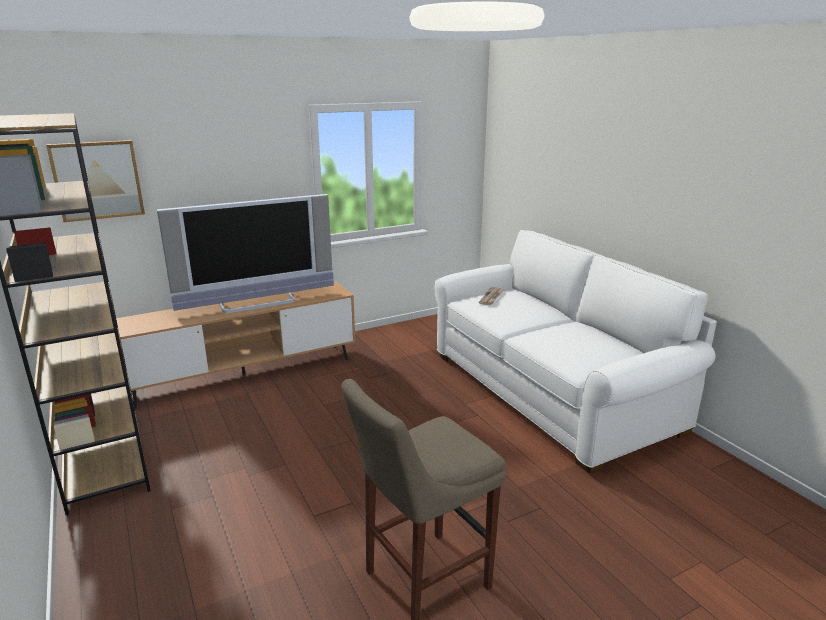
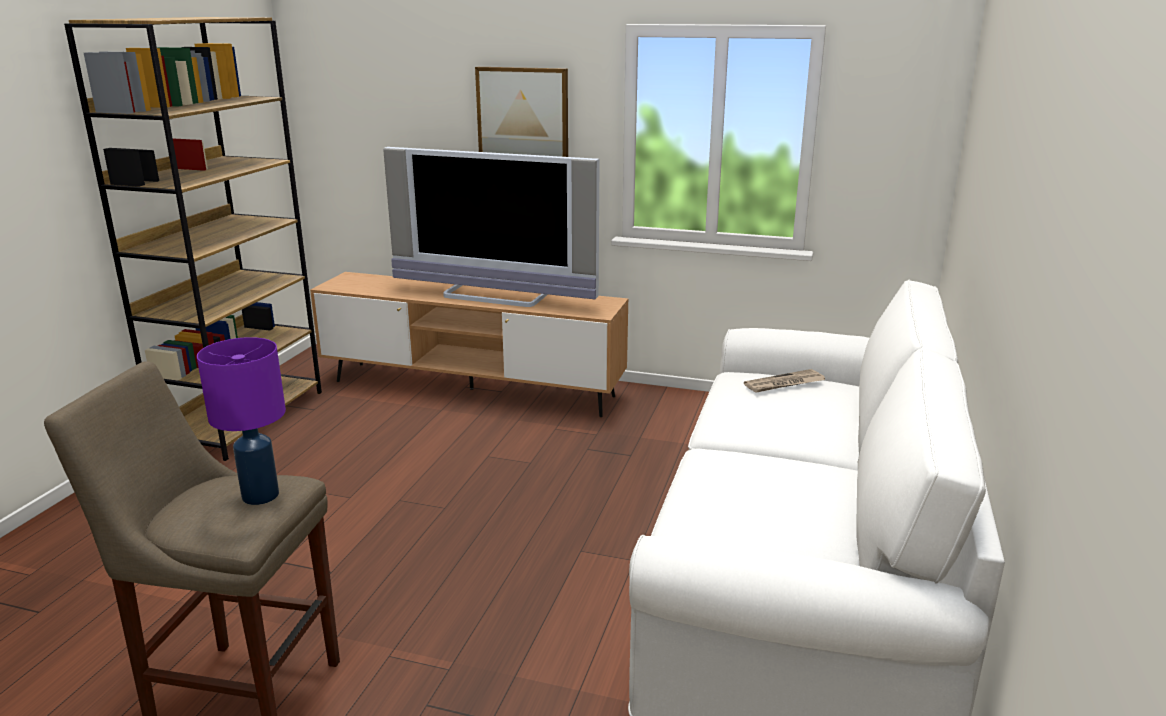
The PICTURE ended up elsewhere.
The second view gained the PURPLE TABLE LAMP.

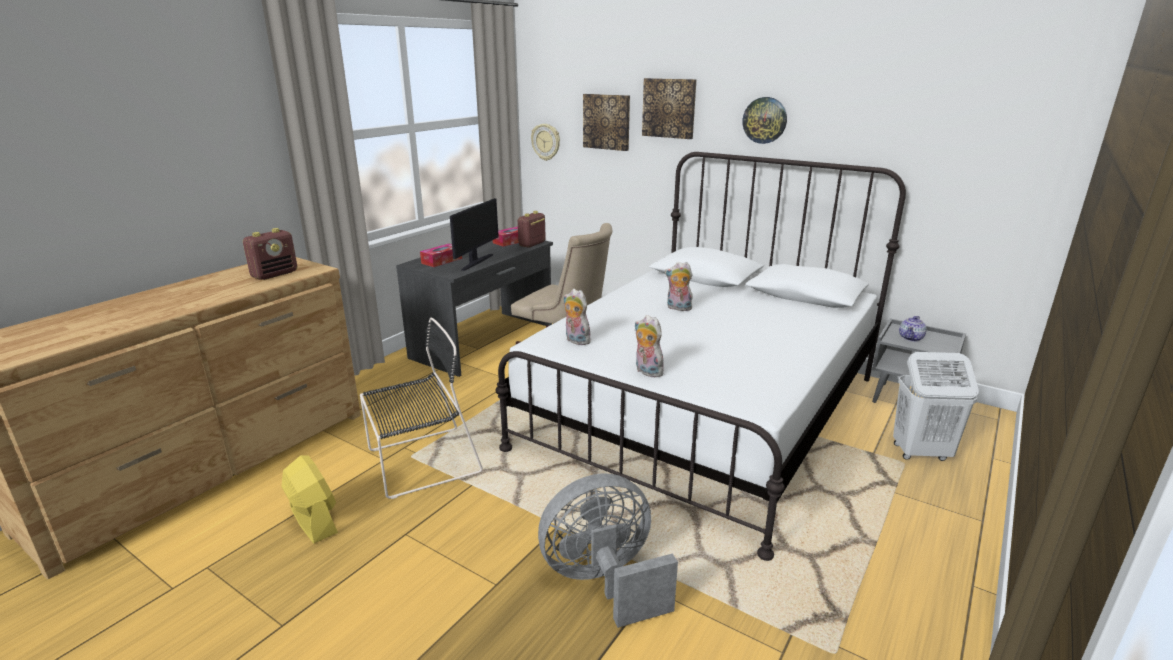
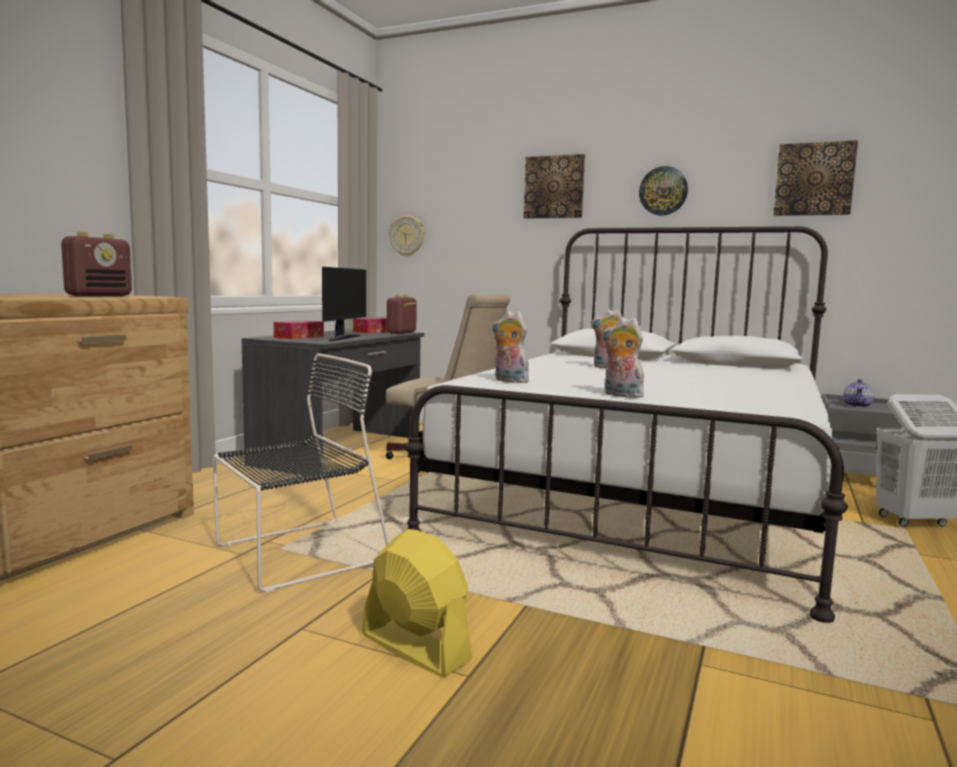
The PICTURE (no. 1 from left in the first image) ended up elsewhere.
The YELLOW FAN ended up elsewhere.
The second view lost the GREY FAN.

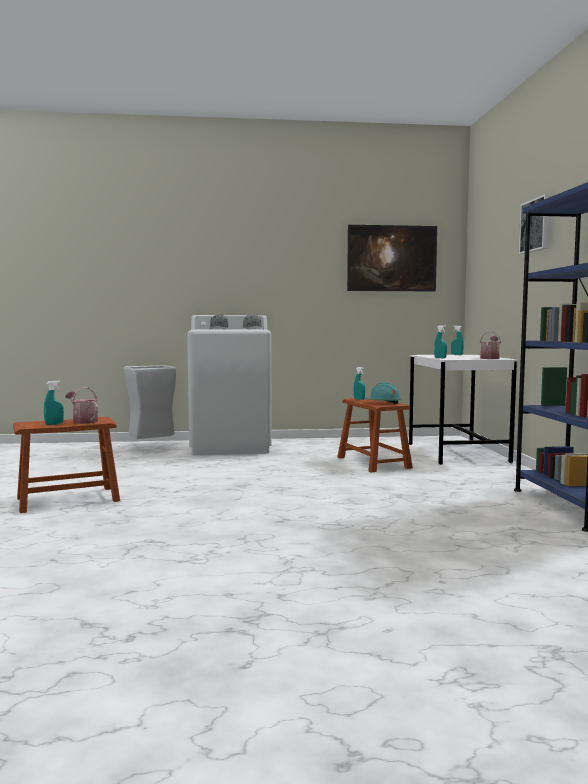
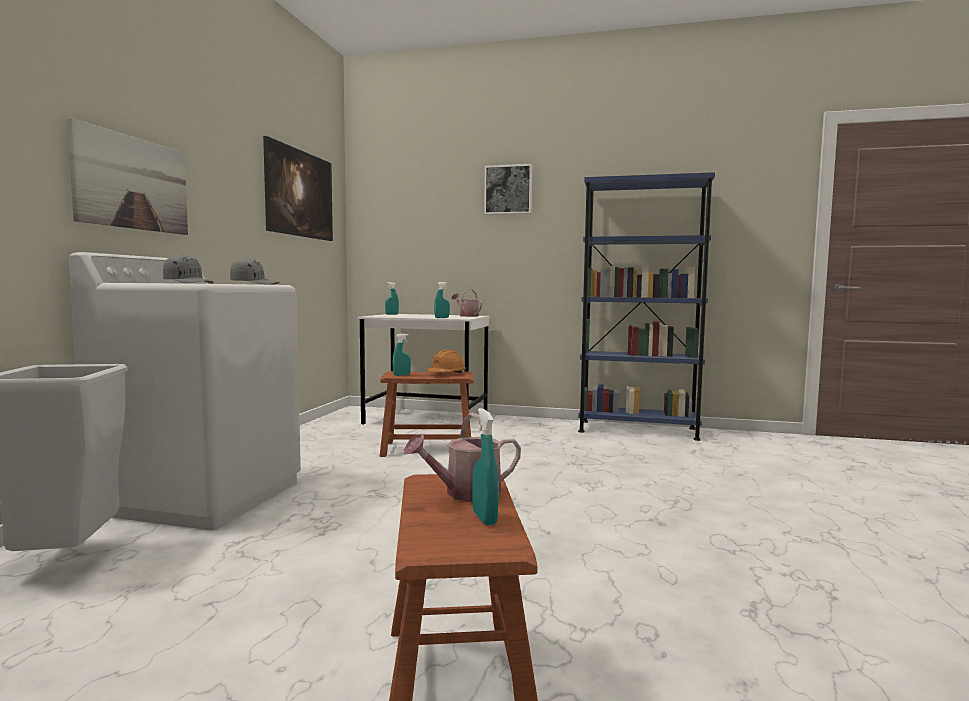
What was the TURQUOISE HARD HAT turned into the ORANGE HARD HAT.
The second view gained the PICTURE (no. 1 from left).

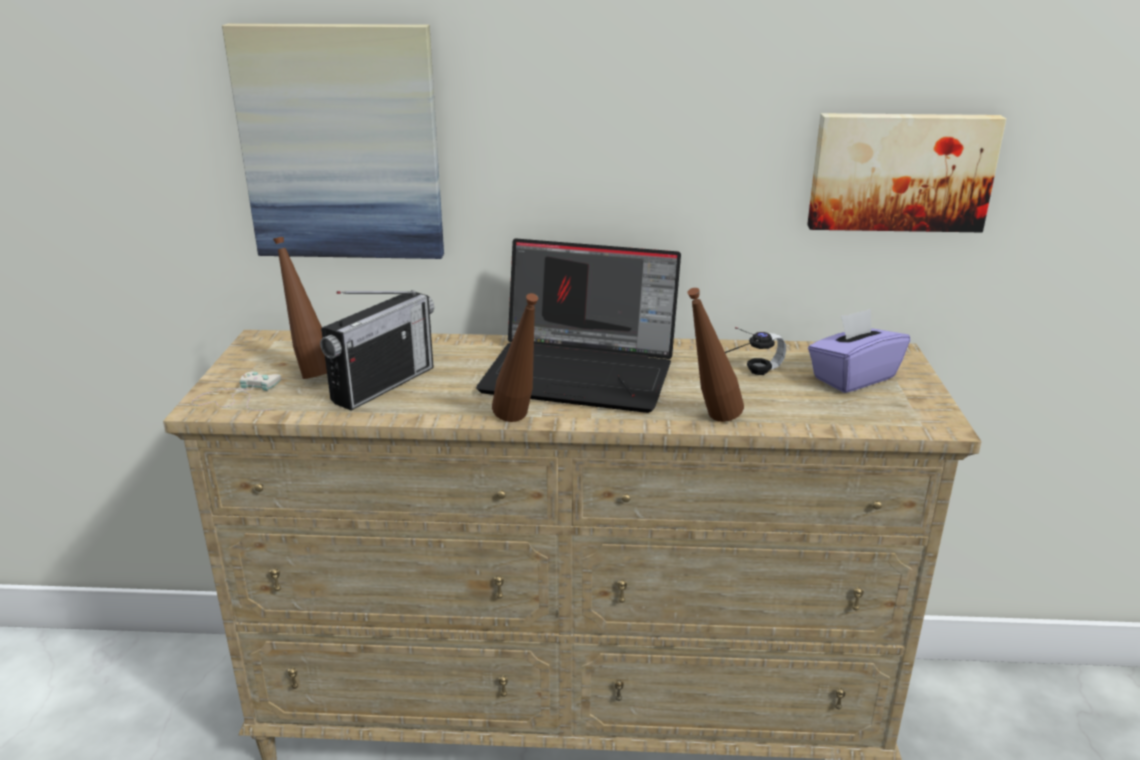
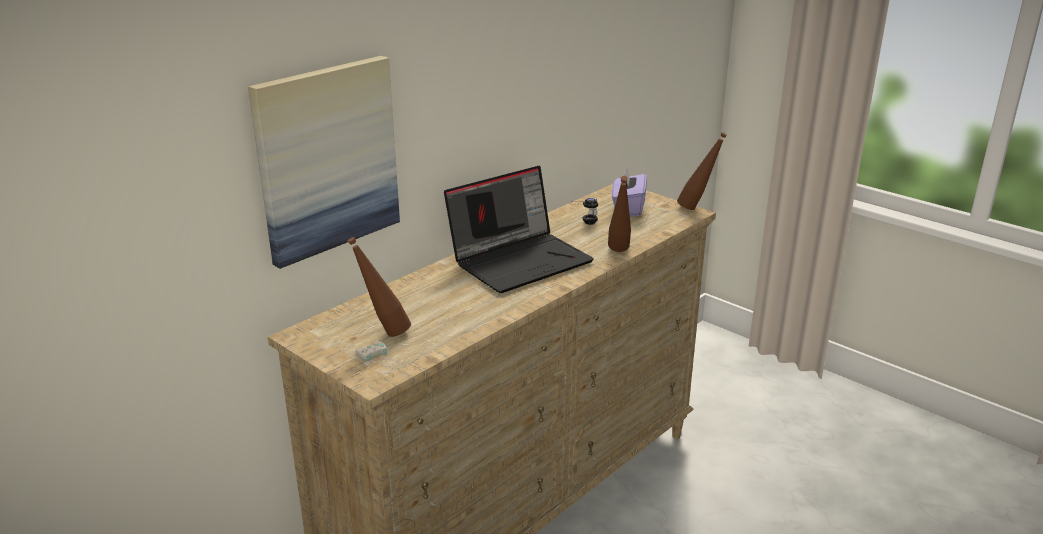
The second view lost the PICTURE (no. 2 from left).
The second view lost the RADIO.
The BROWN BOTTLE (no. 2 from left in the first image) ended up elsewhere.

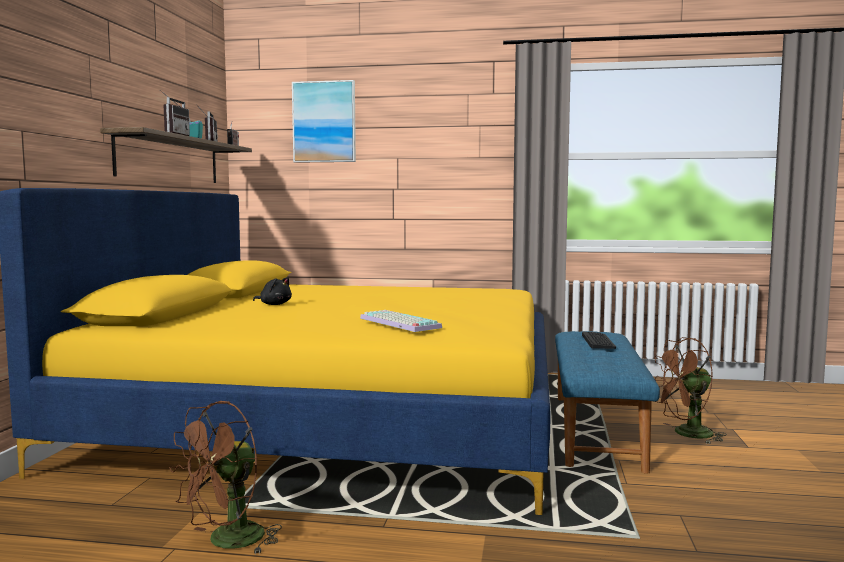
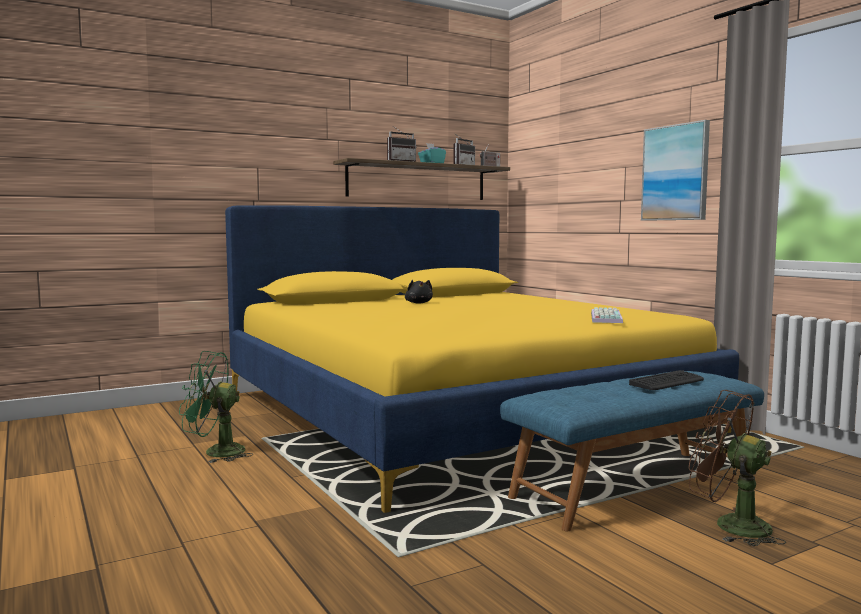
The PICTURE ended up elsewhere.
The KEYBOARD (no. 1 from left) ended up elsewhere.
What was the BROWN FAN (no. 1 from left) turned into the GREEN FAN.

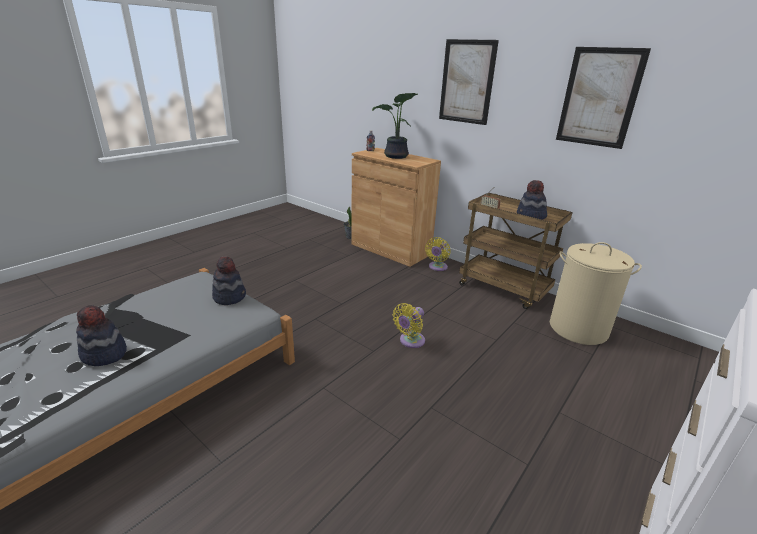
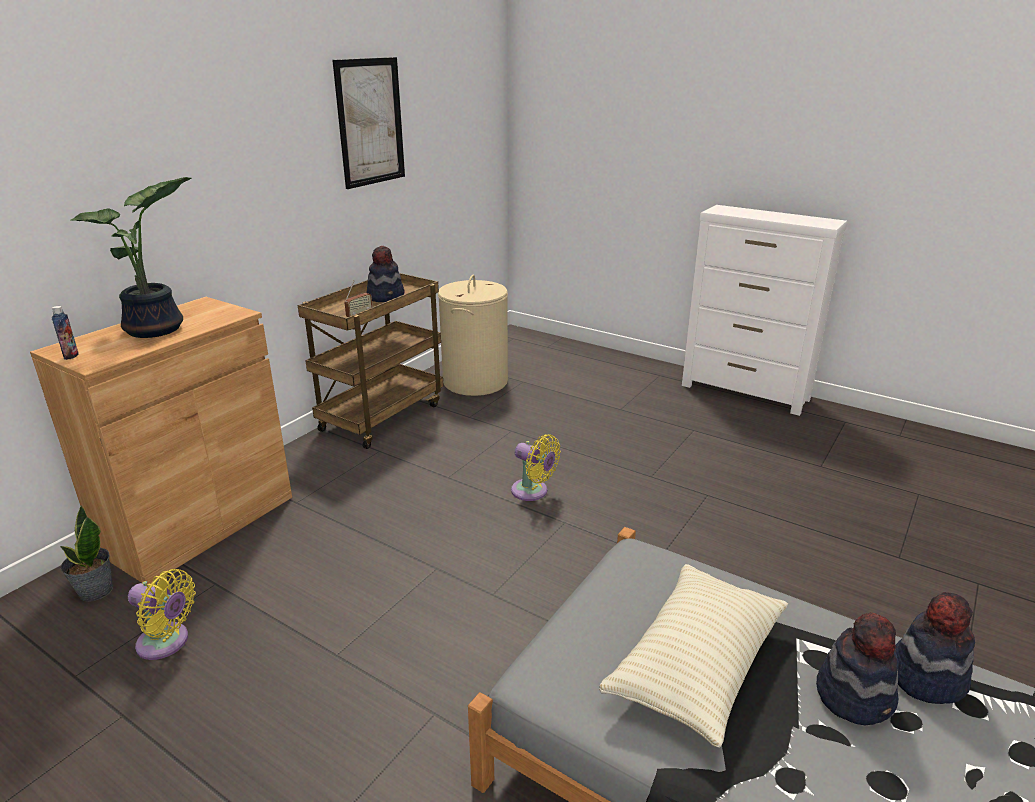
The second view lost the PICTURE (no. 1 from left).
The YELLOW FAN (no. 2 from left in the first image) ended up elsewhere.
The HAT (no. 2 from left in the first image) ended up elsewhere.
The second view gained the BEIGE PILLOW.

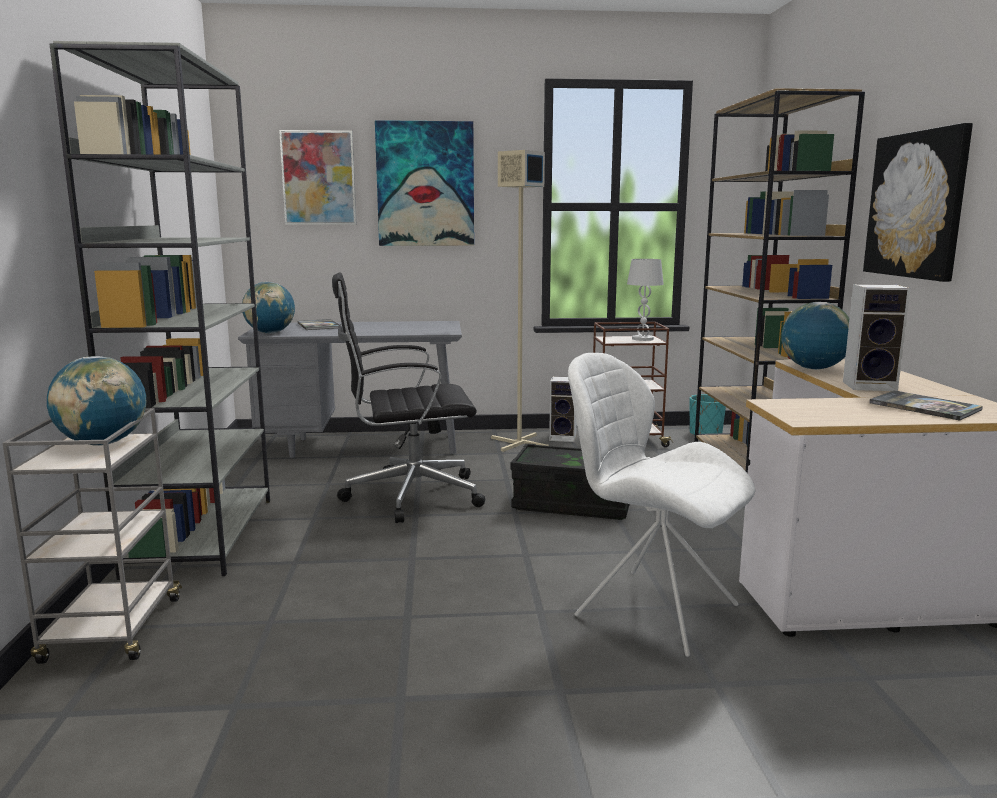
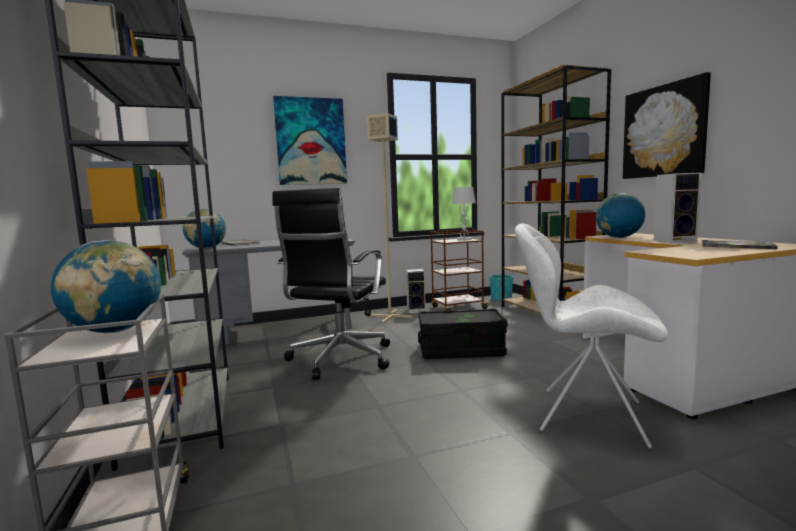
The second view lost the PICTURE (no. 1 from left).
The BLACK OFFICE CHAIR ended up facing another way, 45 degrees counterclockwise from before.

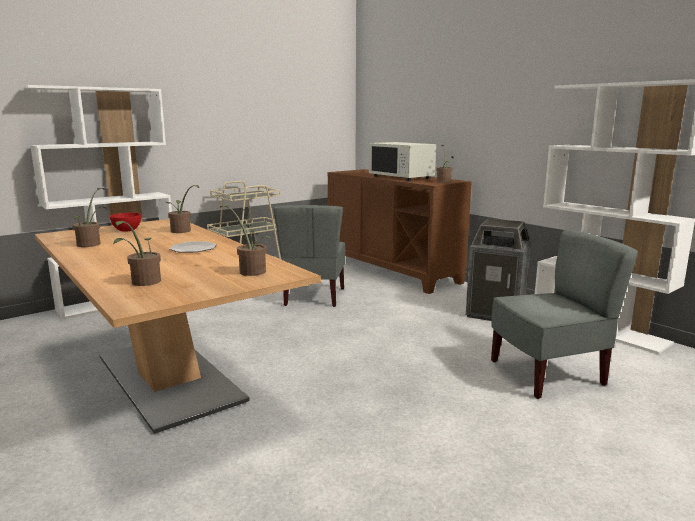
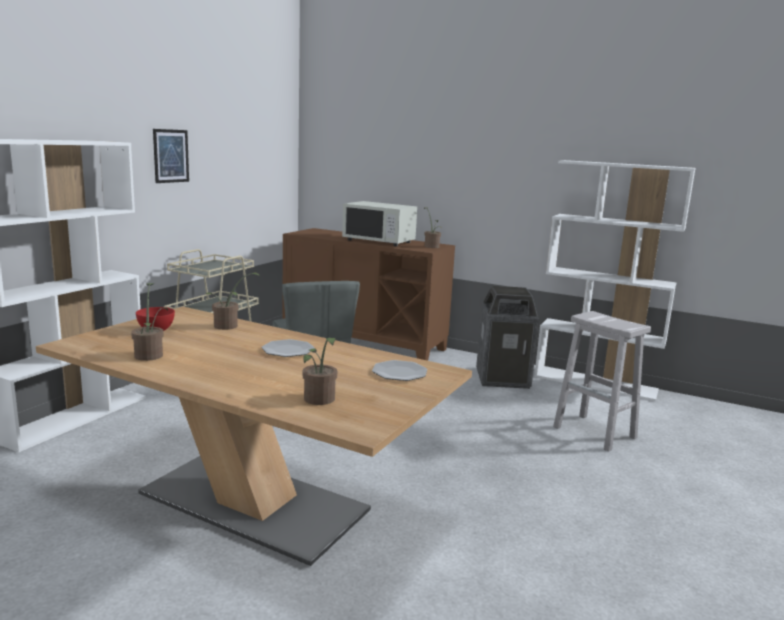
Where the POTTED PLANT (no. 4 from left) stood, the PLATE (no. 2 from left) came to stand.
Where the GREY CHAIR (no. 2 from left) stood, the WHITE STOOL came to stand.
The second view gained the PICTURE.

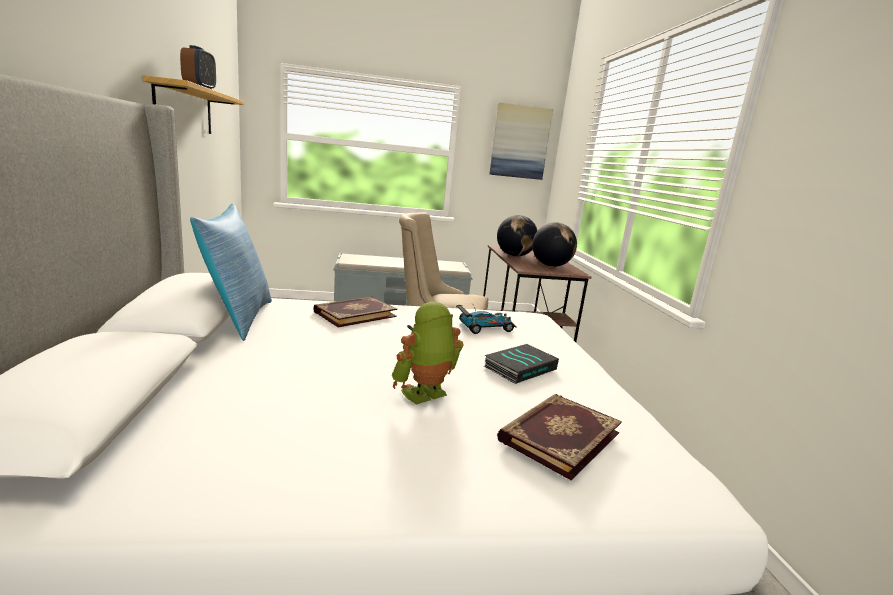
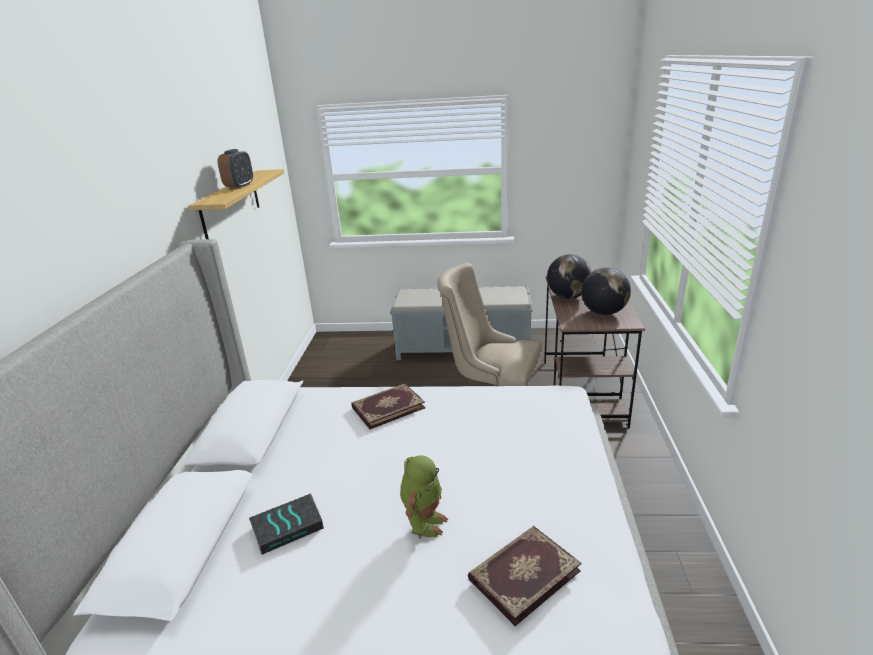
The second view lost the PICTURE.
The second view lost the PILLOW.
The TOY ROBOT ended up facing another way, 135 degrees clockwise from before.
The second view lost the TOY CAR.
The BOOK (no. 2 from left in the first image) ended up elsewhere.

